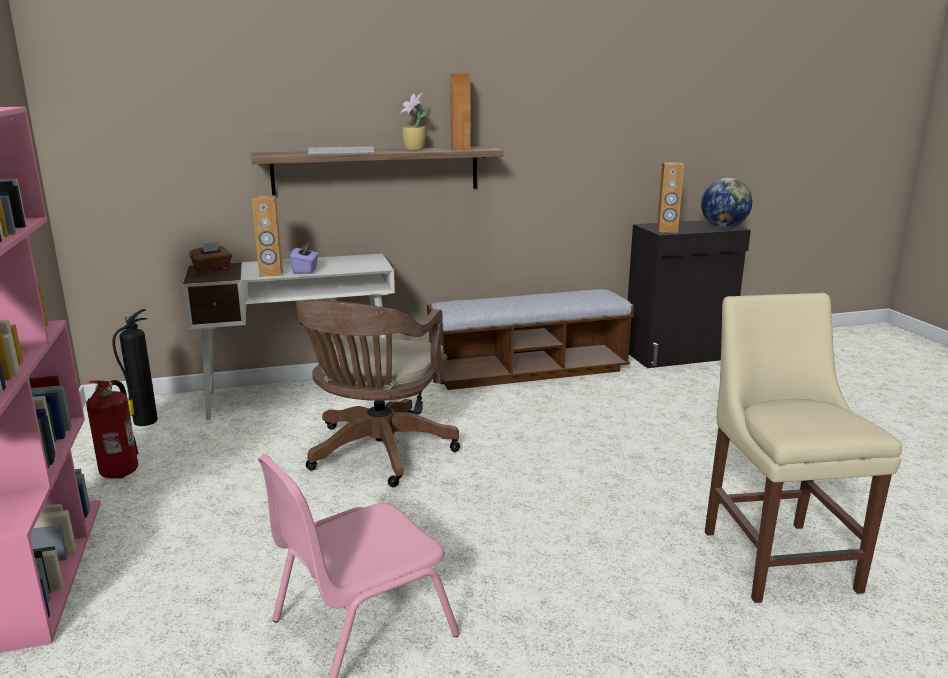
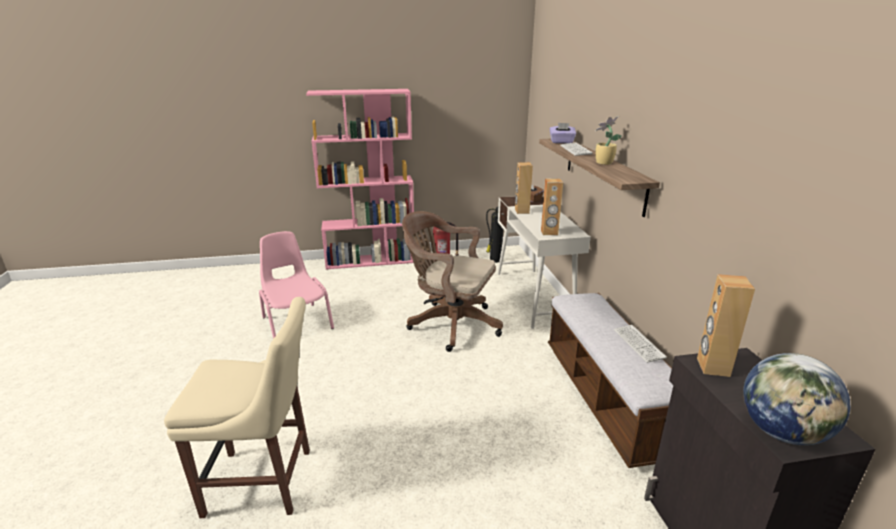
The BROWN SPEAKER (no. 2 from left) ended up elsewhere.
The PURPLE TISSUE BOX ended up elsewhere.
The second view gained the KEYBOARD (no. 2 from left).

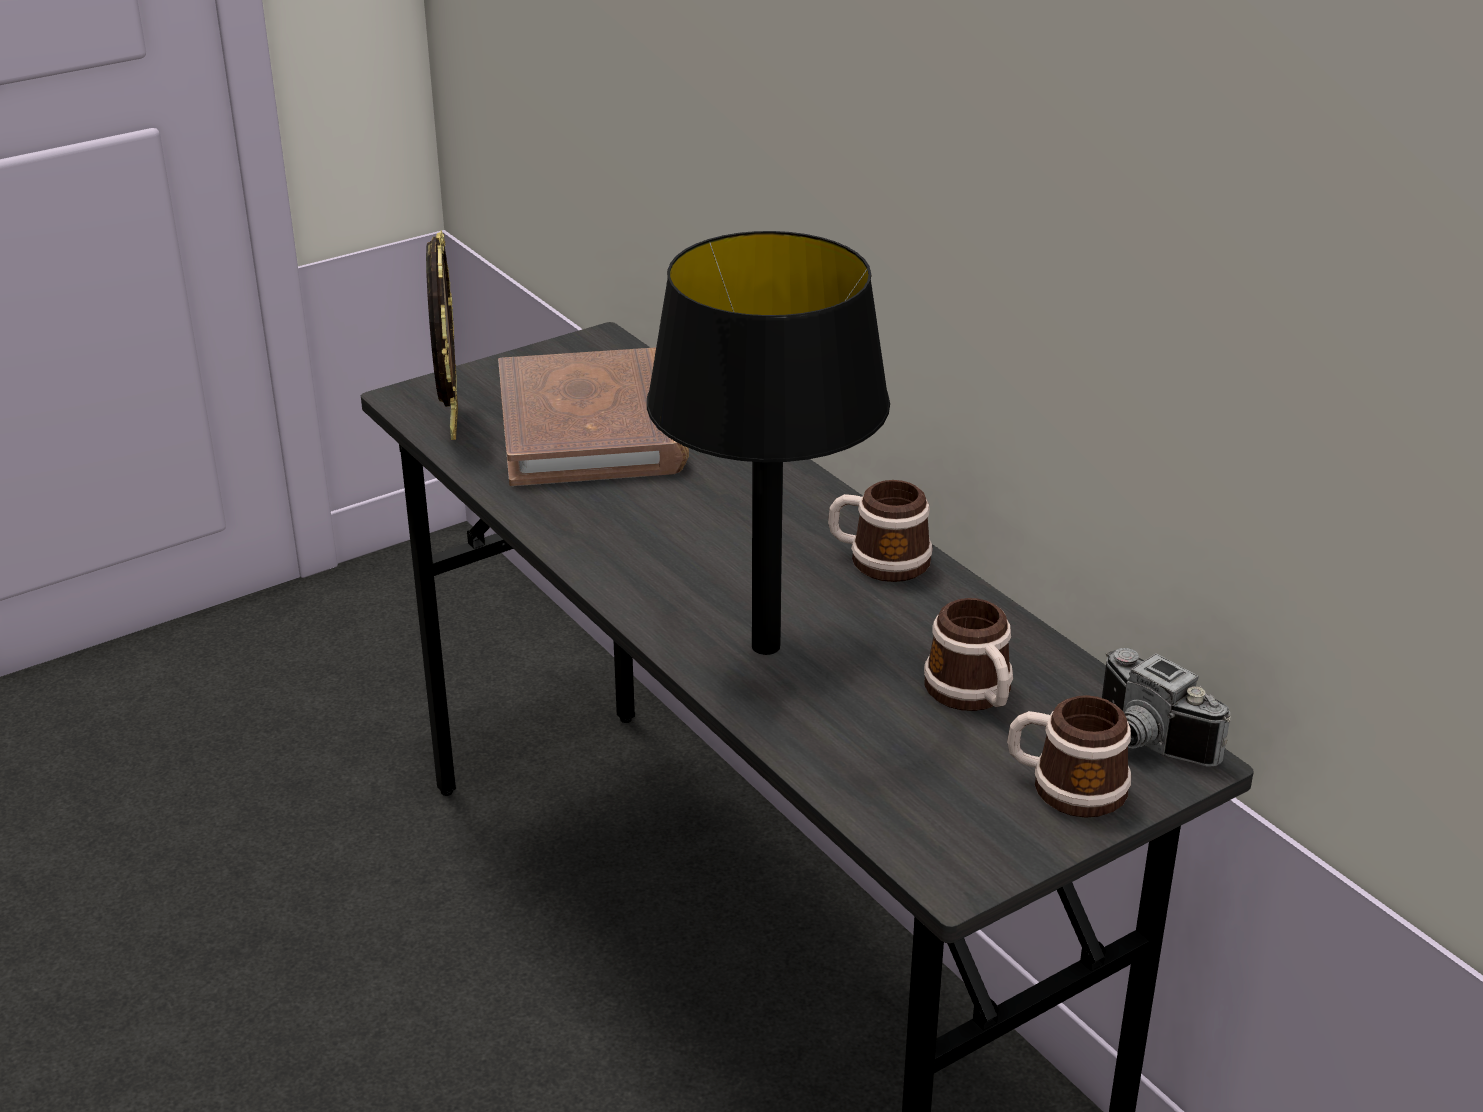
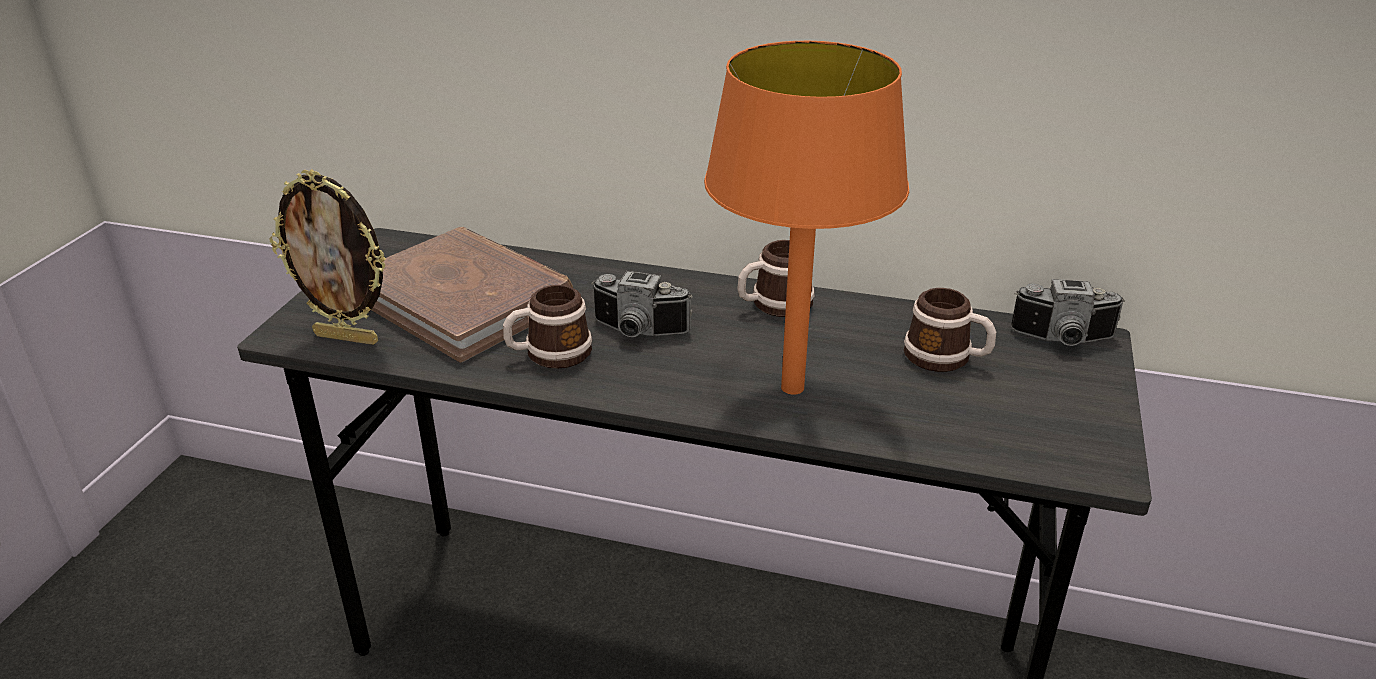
The PICTURE FRAME ended up facing another way, 150 degrees clockwise from before.
What was the BLACK TABLE LAMP turned into the ORANGE TABLE LAMP.
The MUG (no. 3 from left in the first image) ended up elsewhere.
The second view gained the PHOTO CAMERA (no. 1 from left).

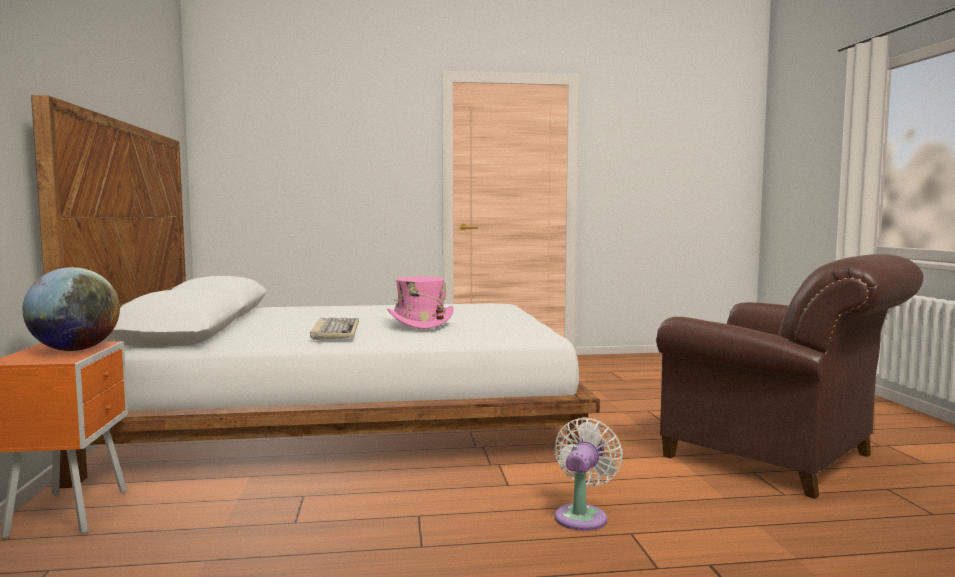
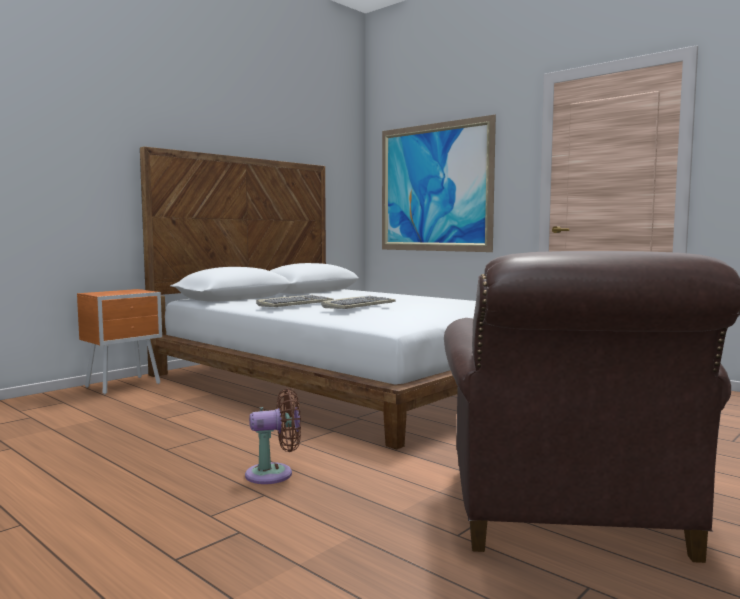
The second view lost the GLOBE.
Where the PINK HAT stood, the KEYBOARD (no. 2 from left) came to stand.
What was the WHITE FAN turned into the BROWN FAN.
The second view gained the PICTURE.

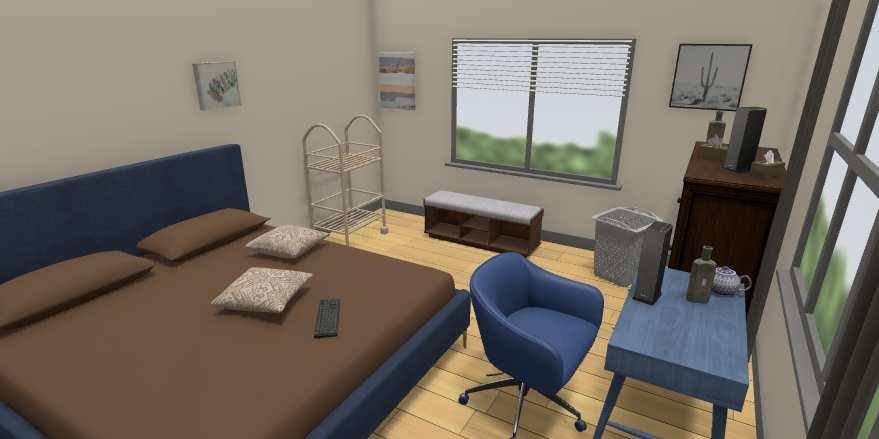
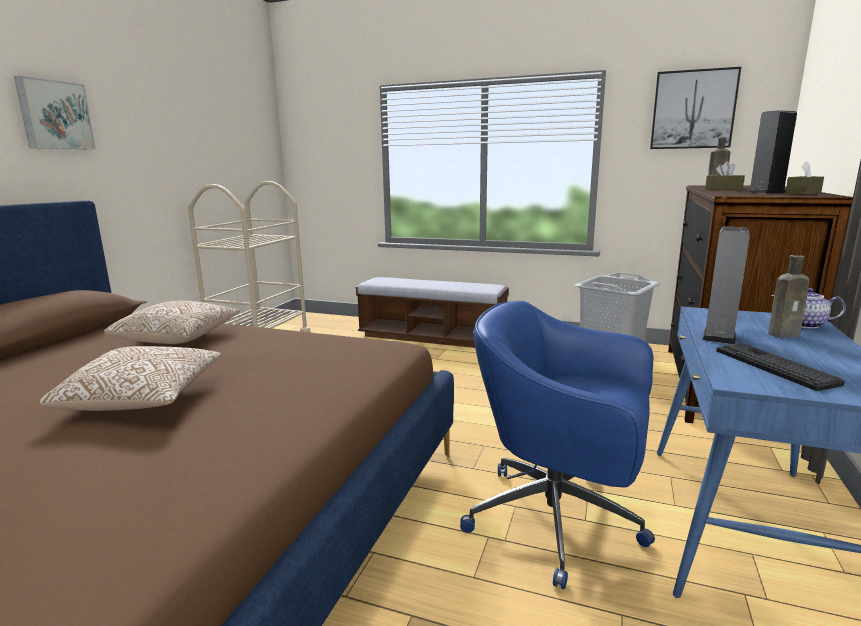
The second view lost the PICTURE (no. 2 from left).
The KEYBOARD ended up elsewhere.

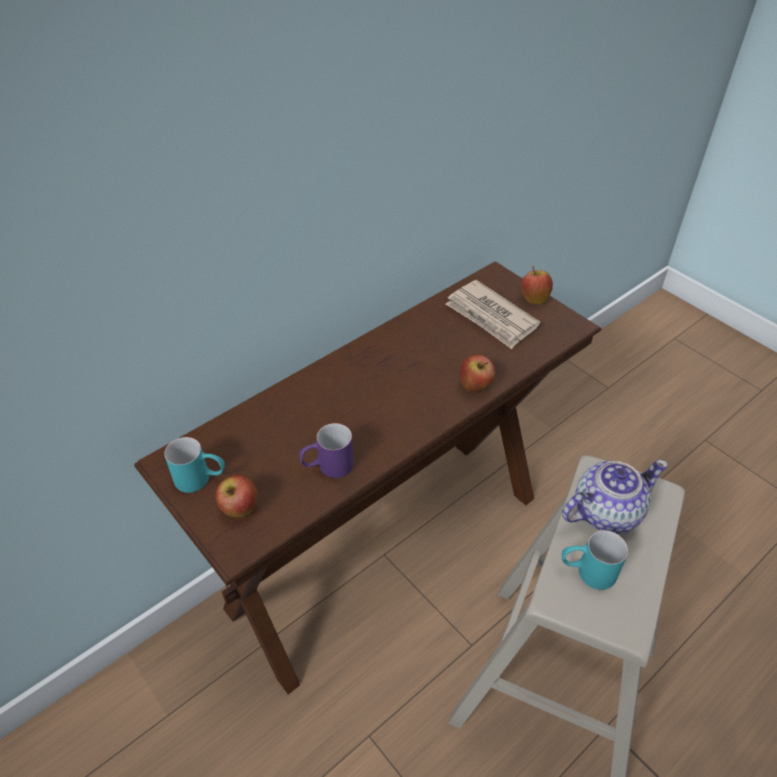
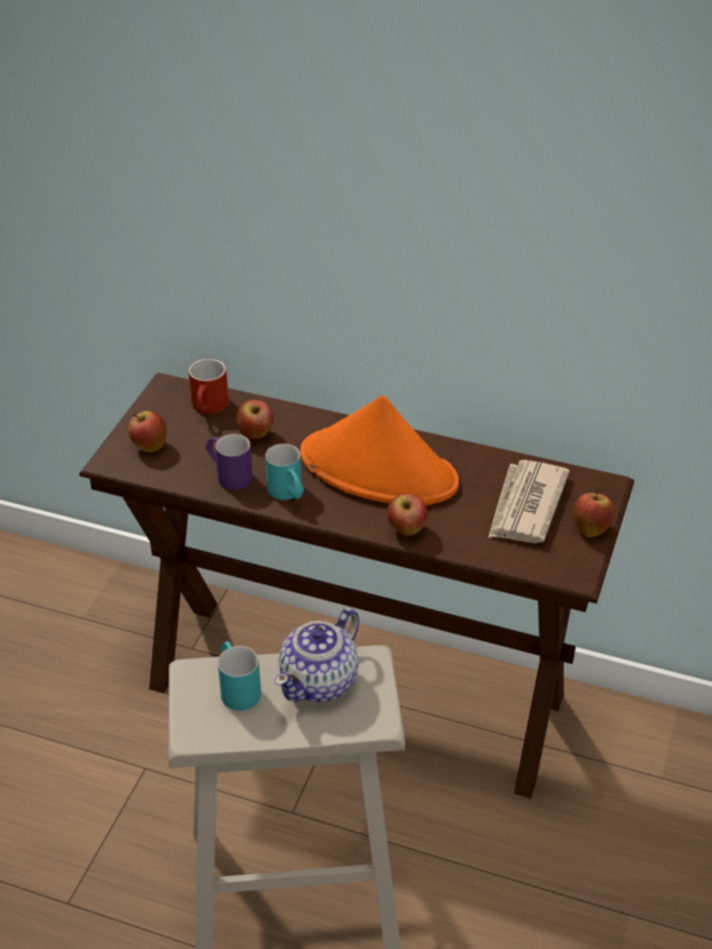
The TURQUOISE MUG (no. 1 from left in the first image) ended up elsewhere.
The TEAPOT ended up facing another way, 90 degrees clockwise from before.
The second view gained the RED MUG.
The second view gained the ORANGE HAT.
The second view gained the APPLE (no. 2 from left).

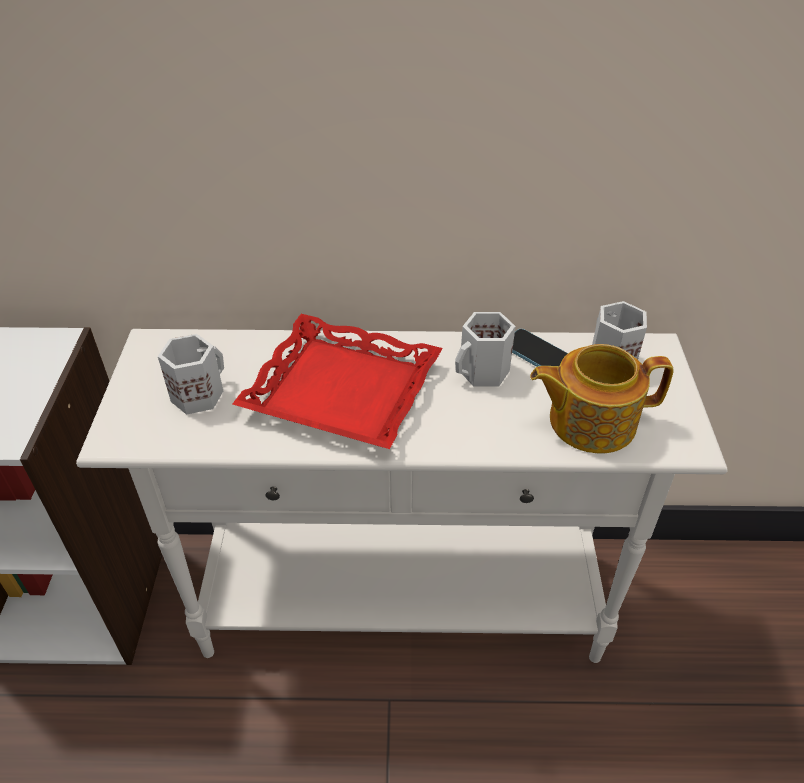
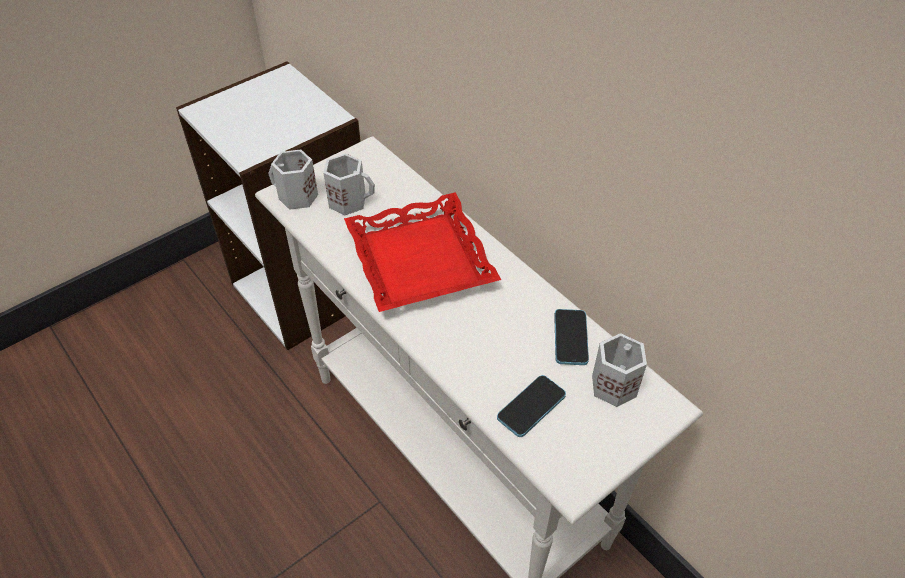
The WHITE MUG (no. 2 from left in the first image) ended up elsewhere.
Where the TEAPOT stood, the PHONE (no. 1 from left) came to stand.

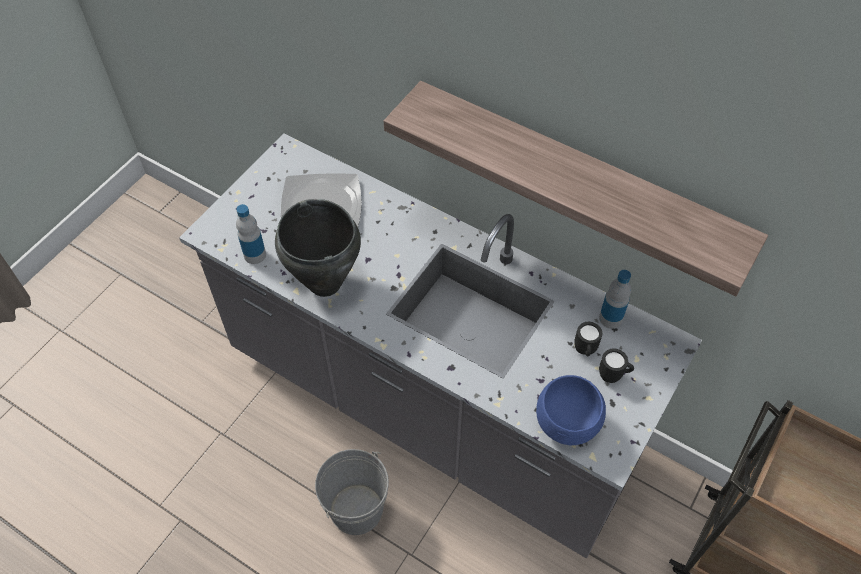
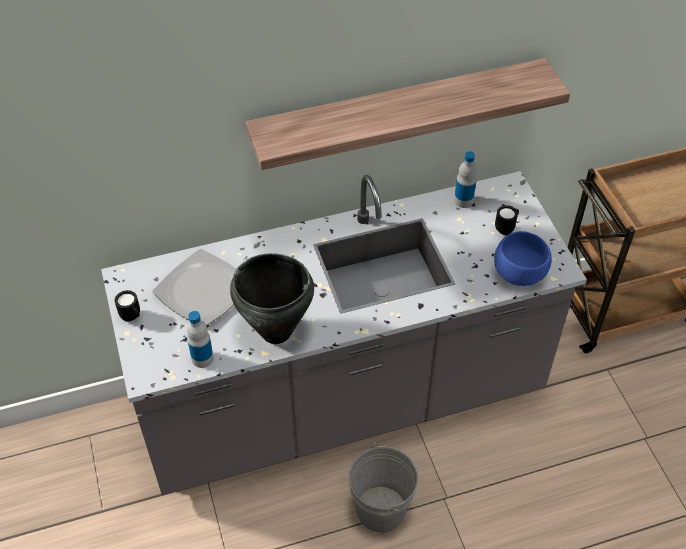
The BLACK MUG (no. 1 from left) ended up elsewhere.

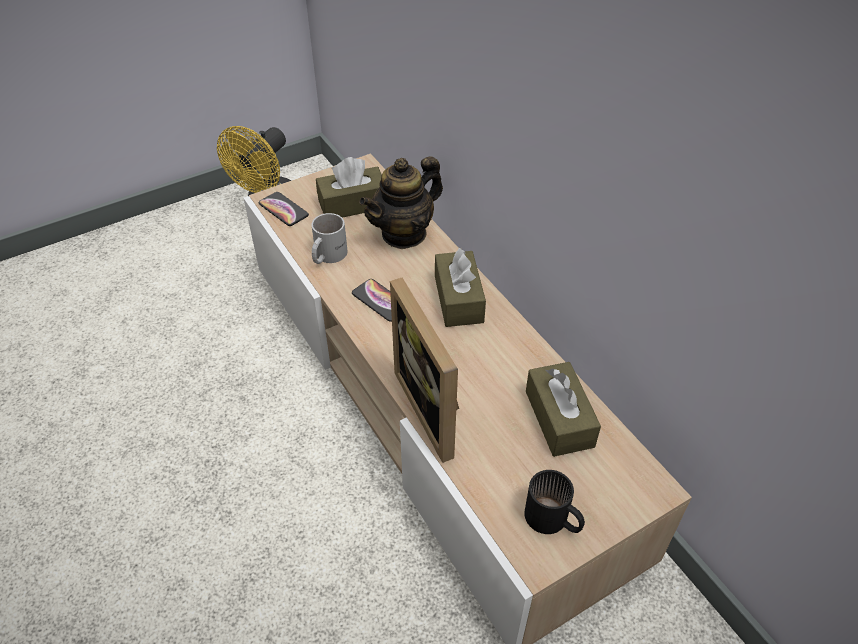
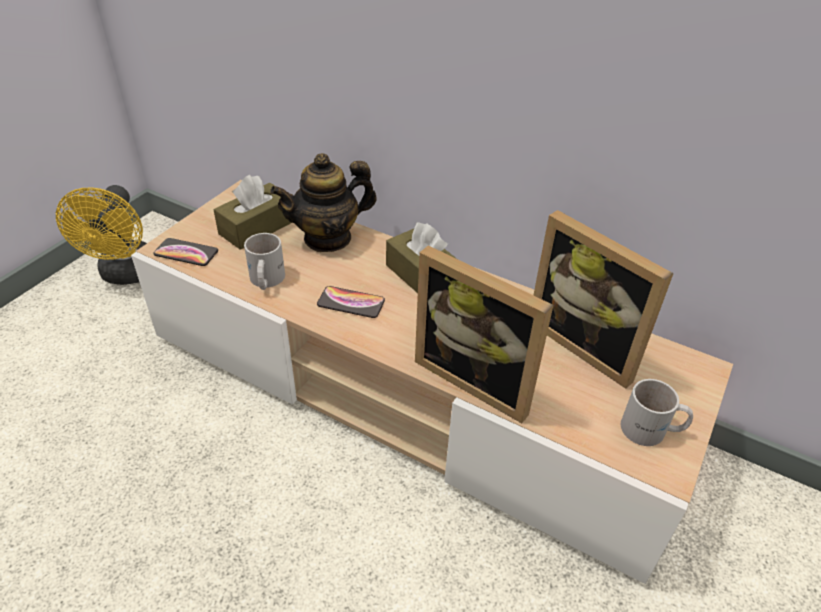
The TEAPOT ended up facing another way, 45 degrees clockwise from before.
Where the BROWN TISSUE BOX (no. 3 from left) stood, the PICTURE FRAME (no. 2 from left) came to stand.
What was the BLACK MUG turned into the WHITE MUG (no. 2 from left).

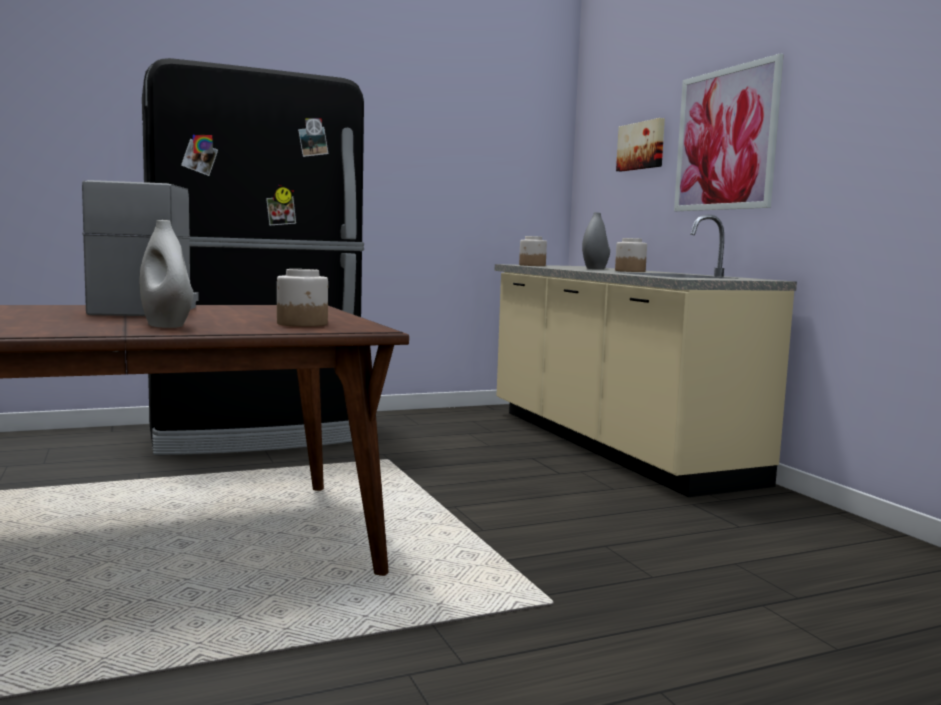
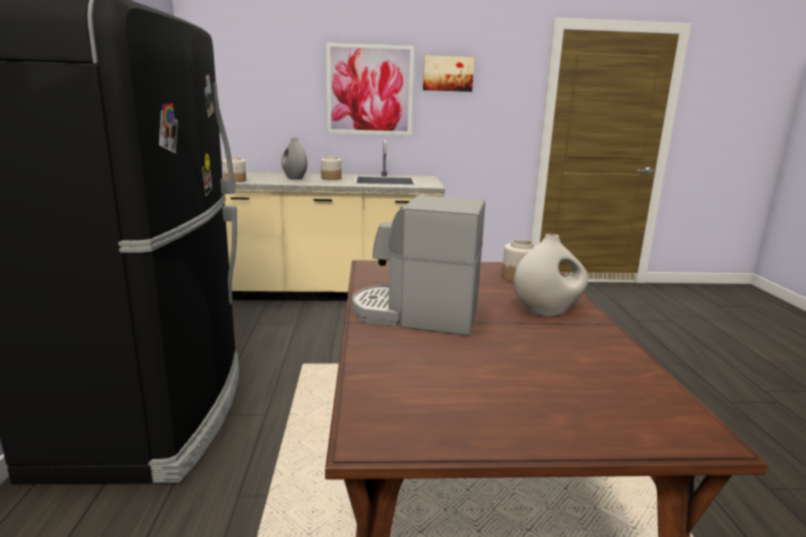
The PICTURE (no. 1 from left in the first image) ended up elsewhere.

